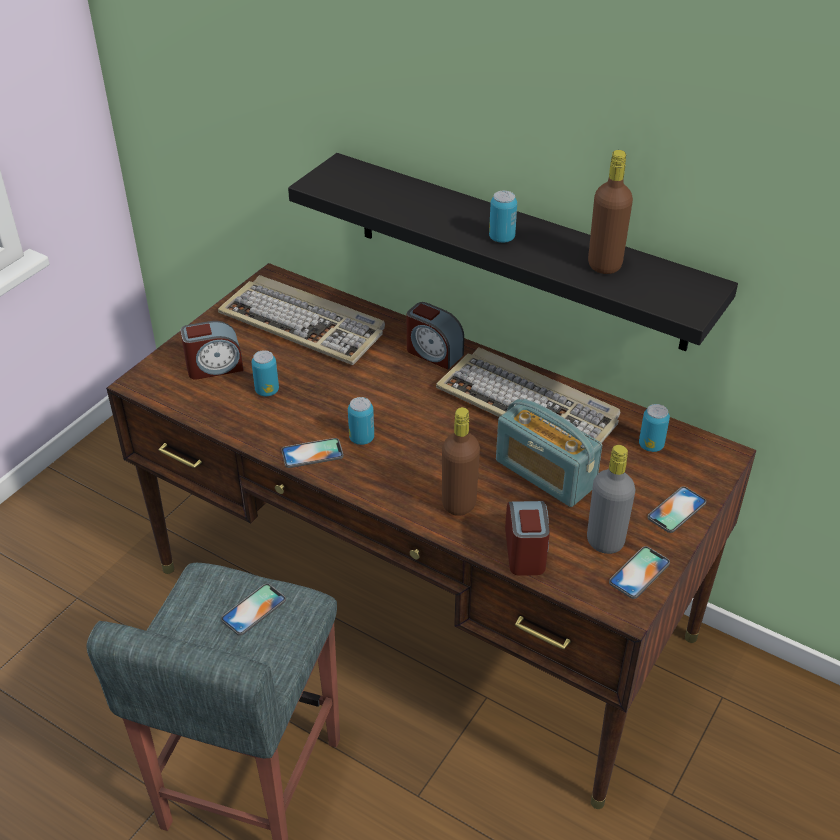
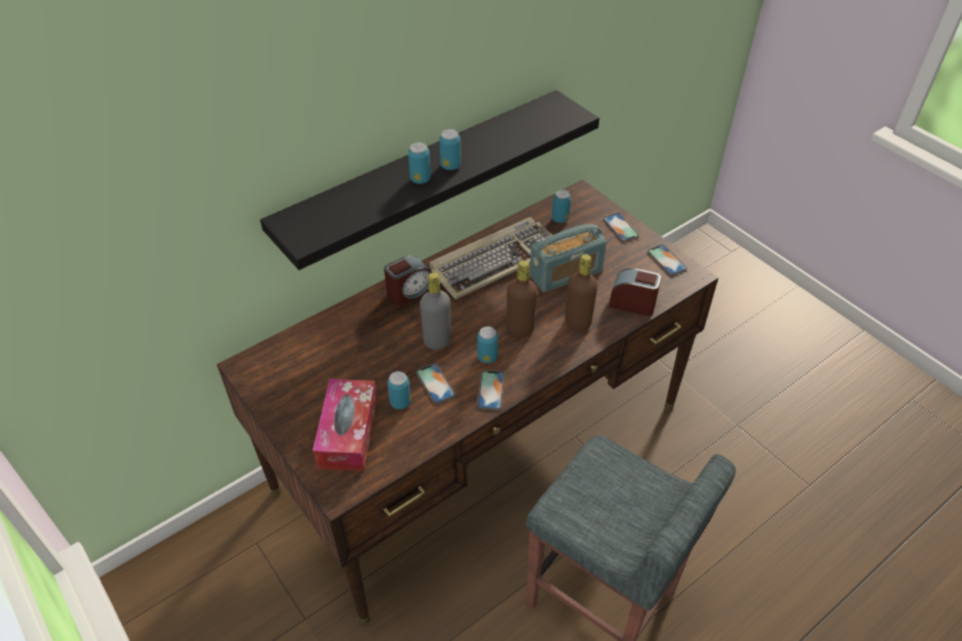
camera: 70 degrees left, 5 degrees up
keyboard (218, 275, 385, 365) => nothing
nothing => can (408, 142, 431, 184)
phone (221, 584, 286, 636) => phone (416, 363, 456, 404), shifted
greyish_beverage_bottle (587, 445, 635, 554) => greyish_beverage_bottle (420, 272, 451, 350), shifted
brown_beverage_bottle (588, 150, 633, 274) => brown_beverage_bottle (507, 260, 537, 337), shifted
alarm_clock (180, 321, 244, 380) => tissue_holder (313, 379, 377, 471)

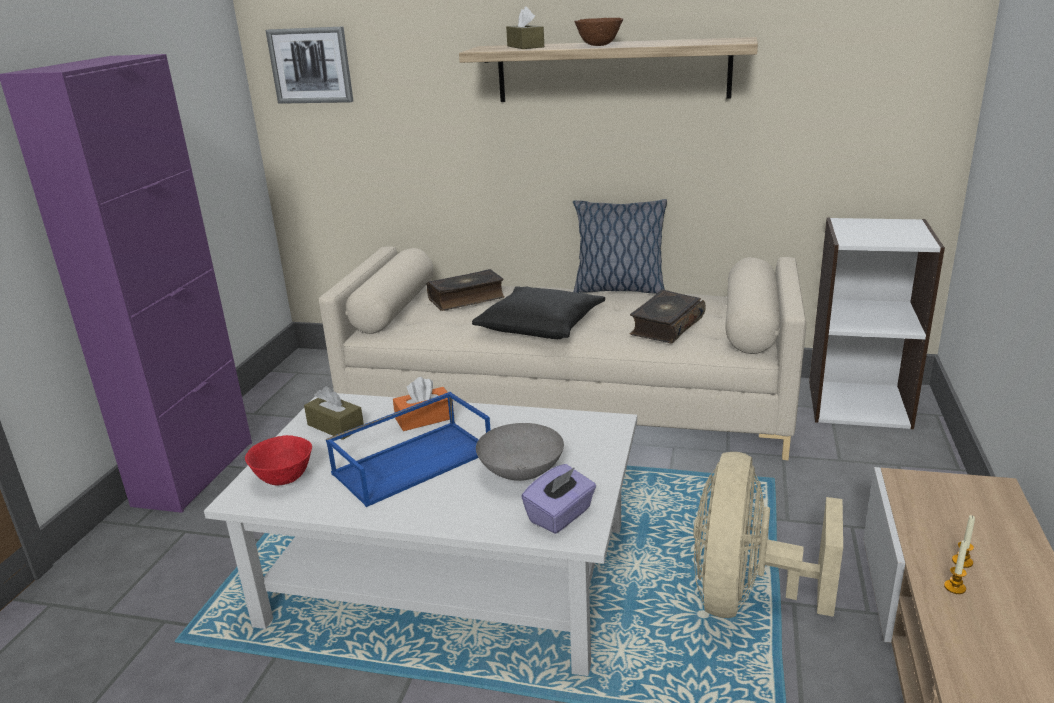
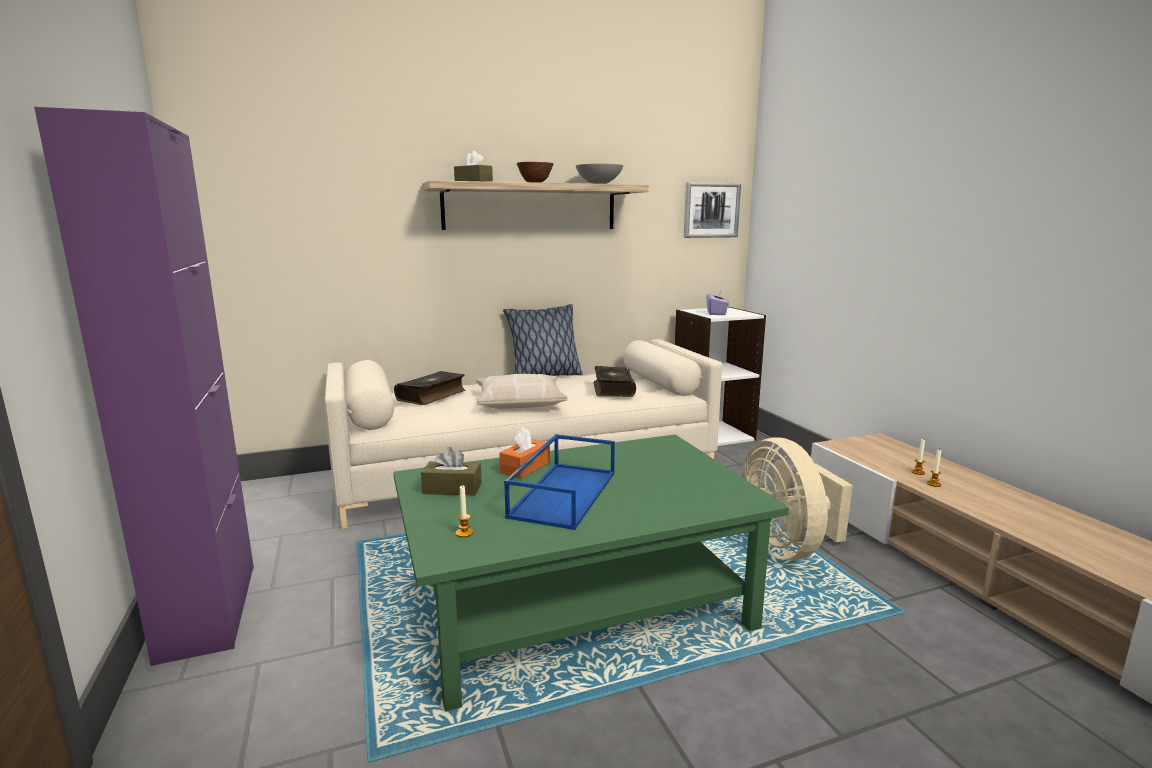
camera: 35 degrees left, 10 degrees down
wall_picture (266, 27, 353, 104) => wall_picture (684, 182, 741, 238), shifted
greyish_bowl (476, 423, 564, 481) => greyish_bowl (576, 164, 623, 184), shifted
purplish_tissue_holder (521, 464, 596, 534) => purplish_tissue_holder (707, 289, 729, 315), shifted
red_bowl (245, 435, 312, 485) => candle (456, 485, 473, 538)
whitish_coffee_table (204, 393, 637, 676) => greenish_coffee_table (393, 434, 789, 711)
black_pillow (472, 286, 605, 339) => beige-coloured_pillow (477, 374, 568, 409)

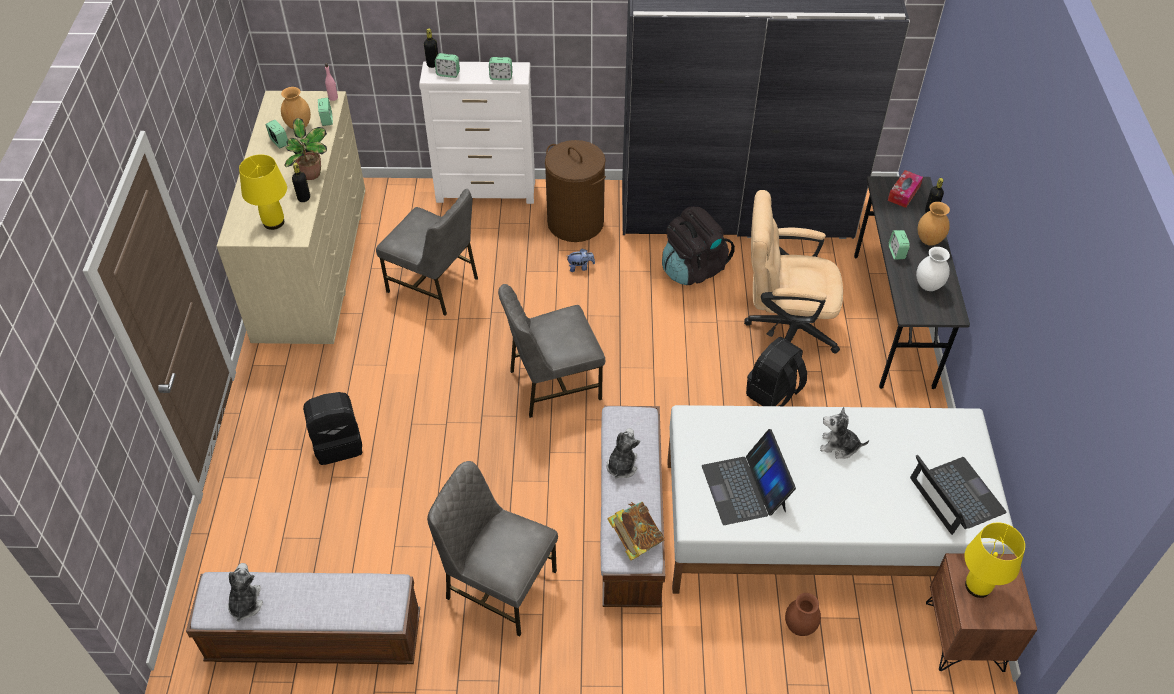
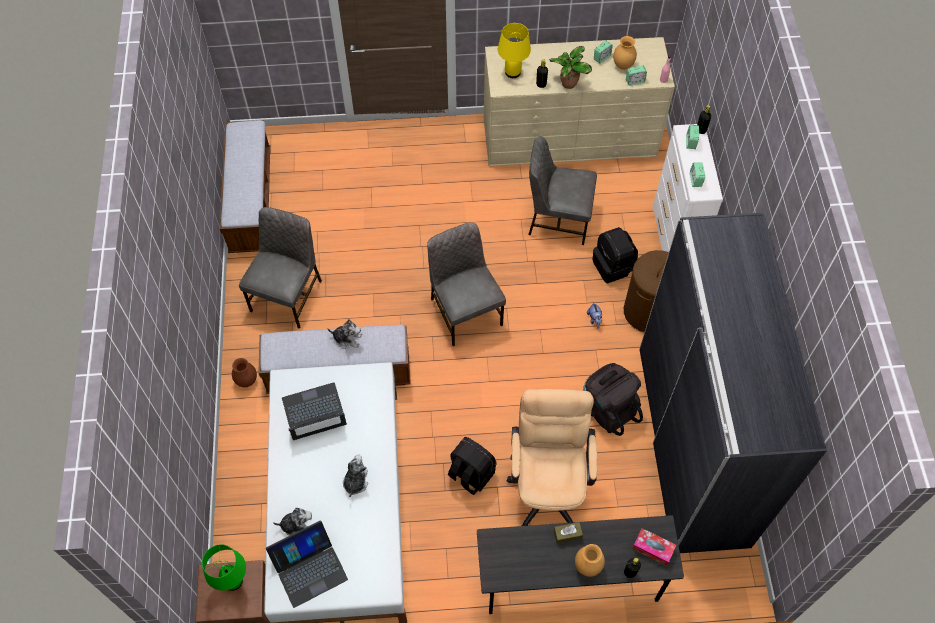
camera: 85 degrees right, 10 degrees up
volume (607, 502, 664, 561) => nothing
whitish_vase (916, 247, 950, 291) => nothing
cuddly_toy (228, 563, 263, 622) => cuddly_toy (273, 508, 312, 536), shifted
black_backpack (303, 392, 363, 465) => black_backpack (593, 227, 638, 283), shifted
brown_vase (785, 593, 821, 636) => brown_vase (232, 358, 257, 387), shifted
alarm_clock (889, 230, 910, 260) => brown_tissue_holder (554, 522, 583, 544)
yellow-coloured_lamp_for_a_table (965, 522, 1025, 598) => greenish_lamp_for_a_table (202, 544, 246, 591)
greyish_upright_chair (376, 189, 478, 316) => greyish_upright_chair (529, 136, 597, 245), 75 degrees clockwise

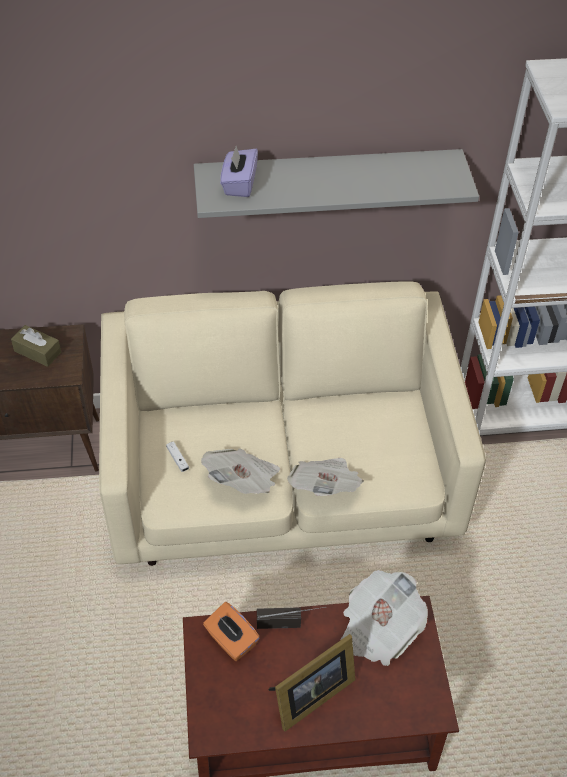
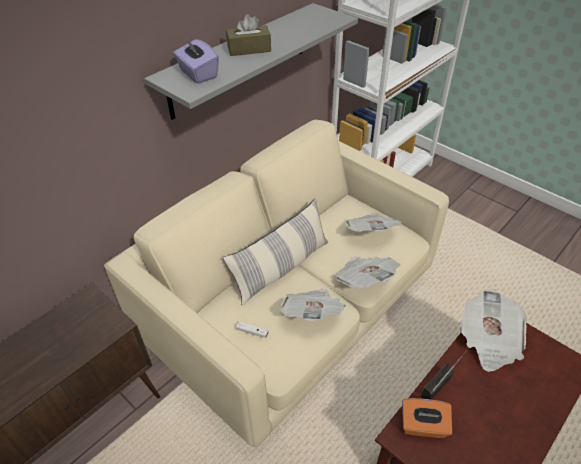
camera: 40 degrees left, 5 degrees down
photo_frame (268, 634, 356, 731) => nothing
nothing => pillow (223, 198, 328, 306)
nothing => daily_paper (346, 213, 401, 232)
brown_tissue_holder (11, 325, 61, 367) => brown_tissue_holder (226, 14, 271, 56), shifted

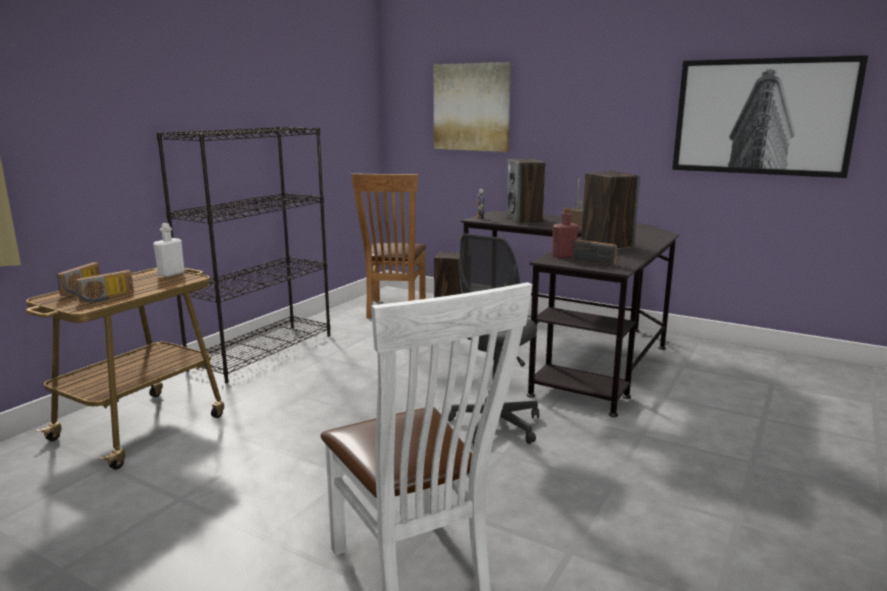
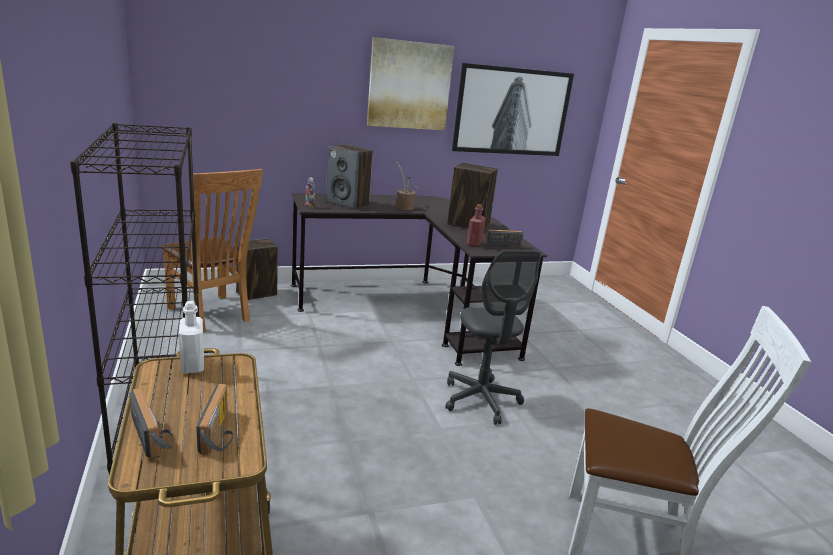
camera: 50 degrees left, 5 degrees up
wall_picture (434, 62, 511, 152) => wall_picture (367, 37, 454, 130), shifted

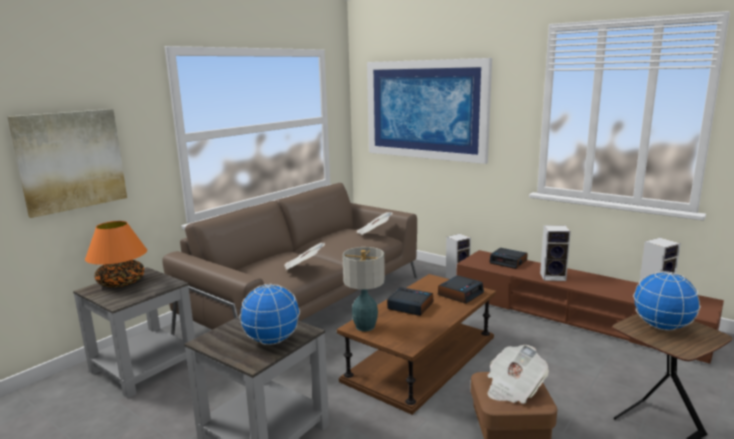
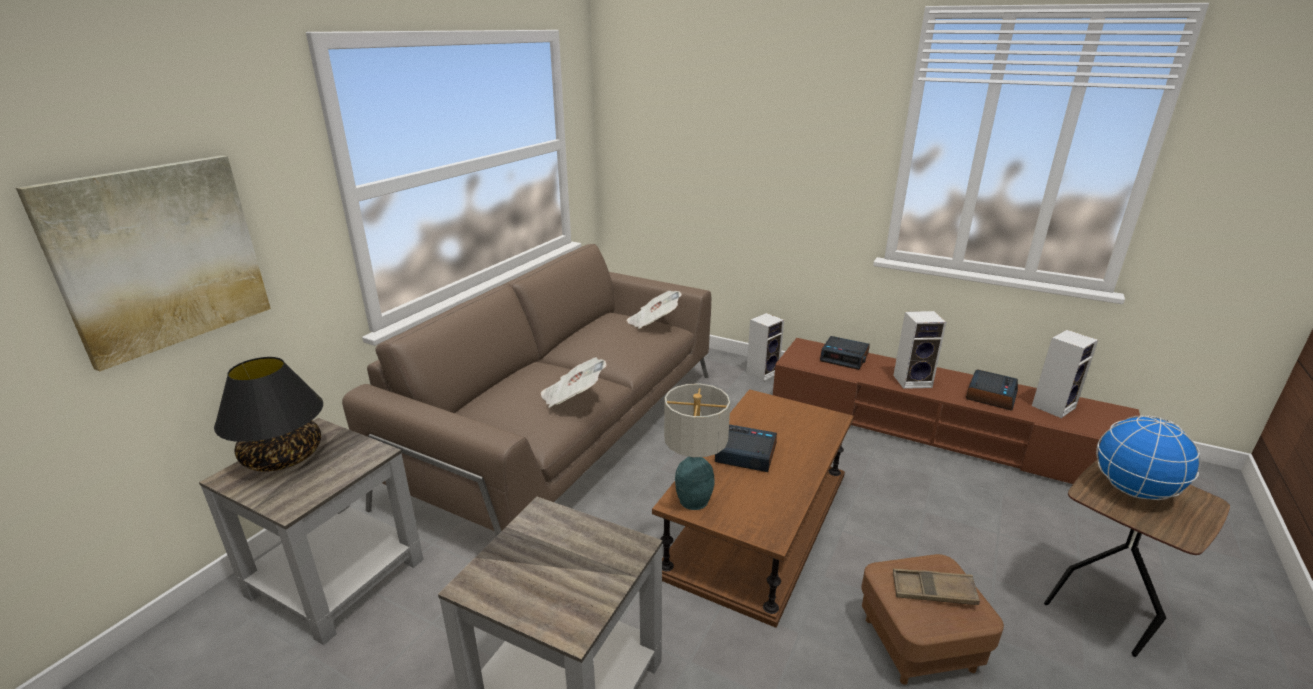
camera: 10 degrees left, 10 degrees up
desk_globe (239, 284, 300, 345) => nothing
wall_picture (367, 58, 492, 164) => nothing
alarm_clock (438, 275, 484, 304) => alarm_clock (966, 370, 1018, 410), shifted
daily_paper (487, 345, 549, 404) => brown_serving_tray (893, 569, 980, 605)
orange-coloured_lamp_for_a_table (85, 221, 147, 287) => black_lamp_for_a_table (214, 357, 323, 472)

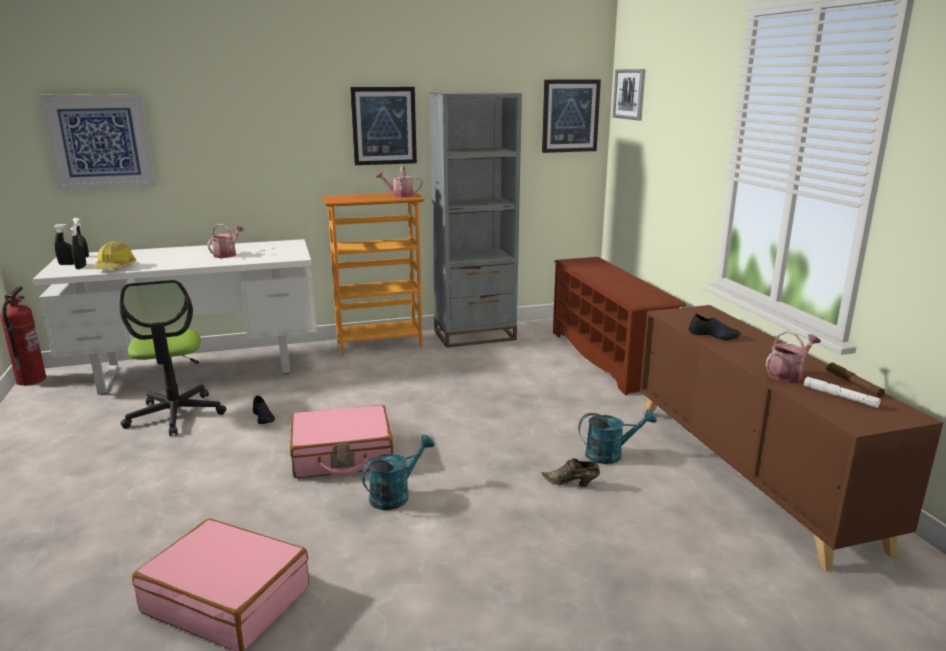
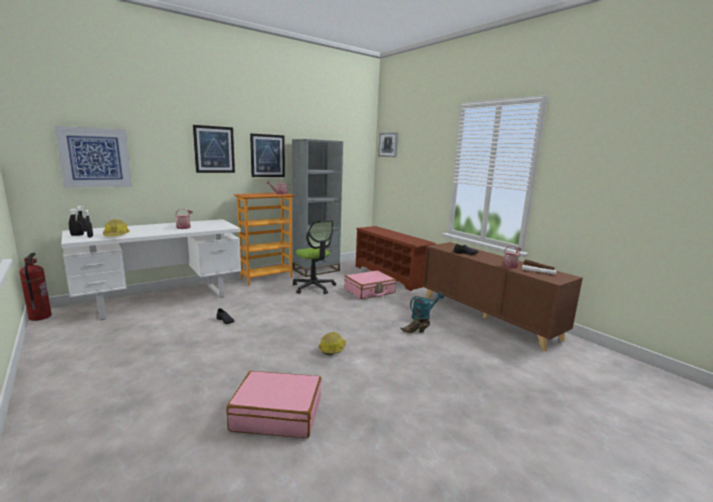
camera: 20 degrees left, 5 degrees down
computer_chair (120, 280, 226, 436) => computer_chair (293, 220, 336, 294), shifted
pink-coloured_travel_case (290, 405, 393, 478) => pink-coloured_travel_case (345, 270, 396, 299), shifted
wall_picture (542, 80, 601, 153) => wall_picture (193, 125, 235, 173), shifted
blue-green_sprinkling_can (361, 434, 434, 510) => work_helmet (319, 332, 347, 355)

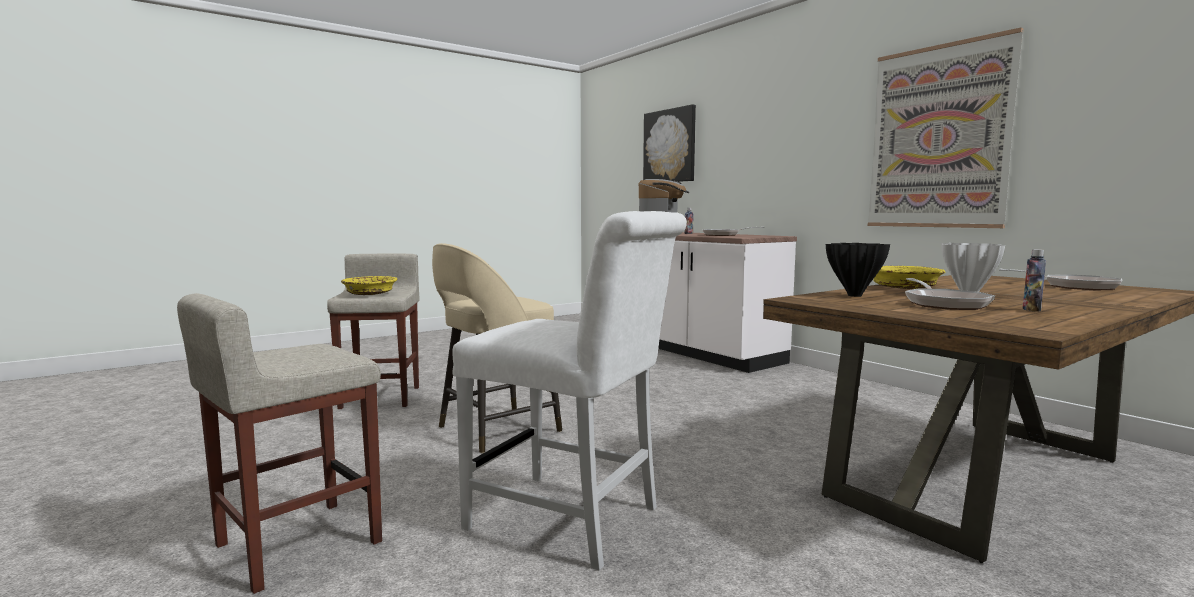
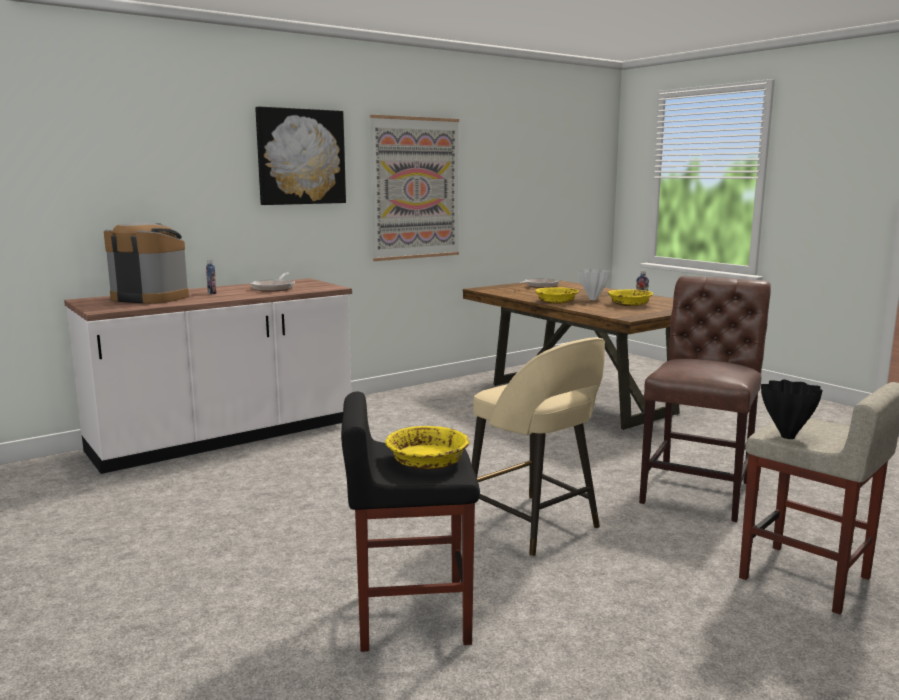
camera: 90 degrees left, 5 degrees up
wall_picture (643, 104, 696, 182) => wall_picture (255, 106, 346, 205), shifted
black_vase (826, 243, 890, 297) => black_vase (761, 379, 823, 439), shifted
frying_pan (905, 278, 995, 310) => yellow-coloured_bowl (608, 289, 653, 306)
beige-coloured_stool_seat (327, 254, 420, 409) => black_stool_seat (341, 391, 480, 652)
whitish_upright_chair (452, 211, 687, 571) => brown_upright_chair (639, 276, 771, 522)

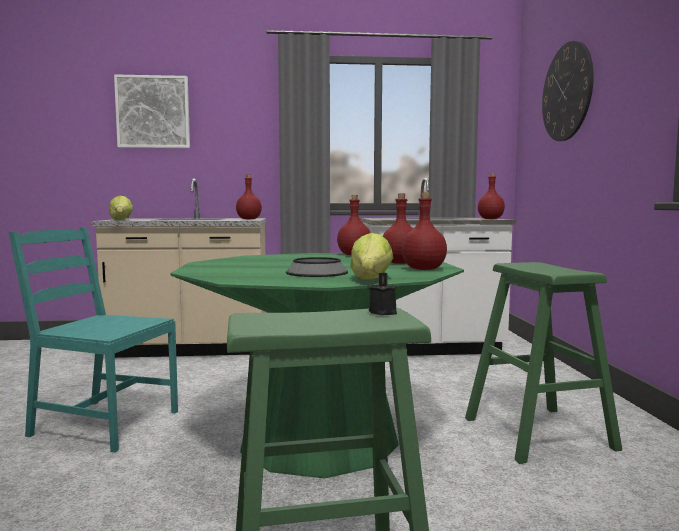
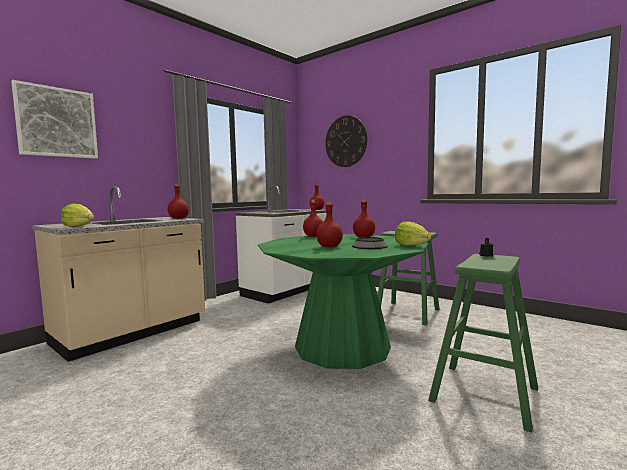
camera: 45 degrees left, 0 degrees up
blue-green_upright_chair (8, 227, 178, 453) => nothing
red_beverage_bottle (402, 192, 447, 270) => red_beverage_bottle (316, 201, 343, 247), shifted

